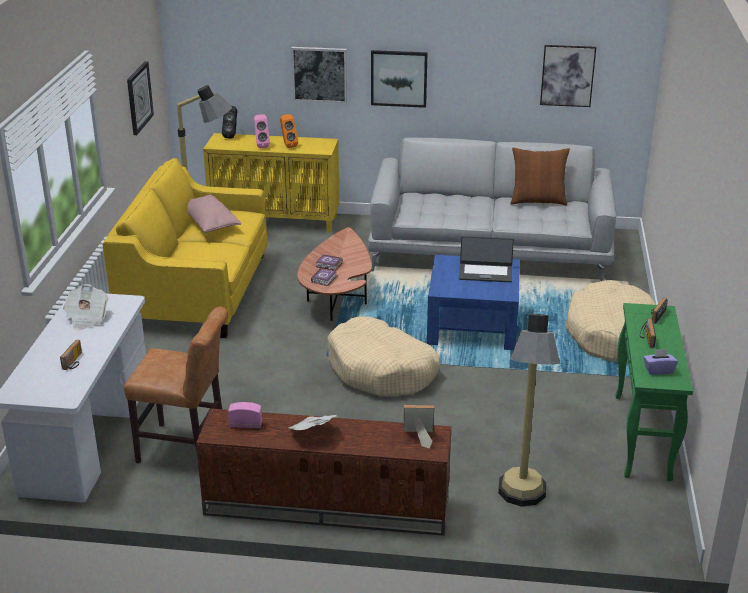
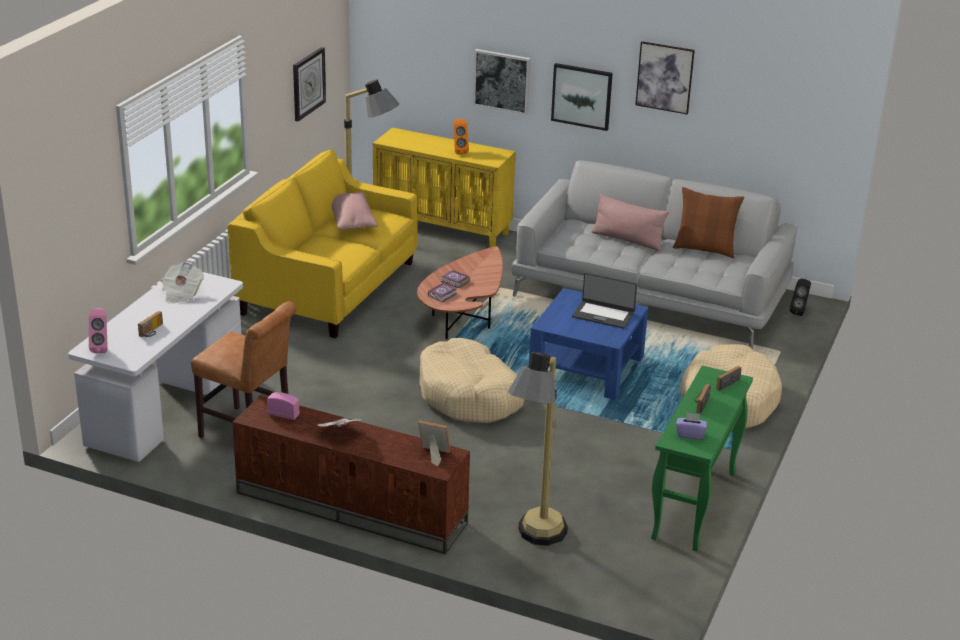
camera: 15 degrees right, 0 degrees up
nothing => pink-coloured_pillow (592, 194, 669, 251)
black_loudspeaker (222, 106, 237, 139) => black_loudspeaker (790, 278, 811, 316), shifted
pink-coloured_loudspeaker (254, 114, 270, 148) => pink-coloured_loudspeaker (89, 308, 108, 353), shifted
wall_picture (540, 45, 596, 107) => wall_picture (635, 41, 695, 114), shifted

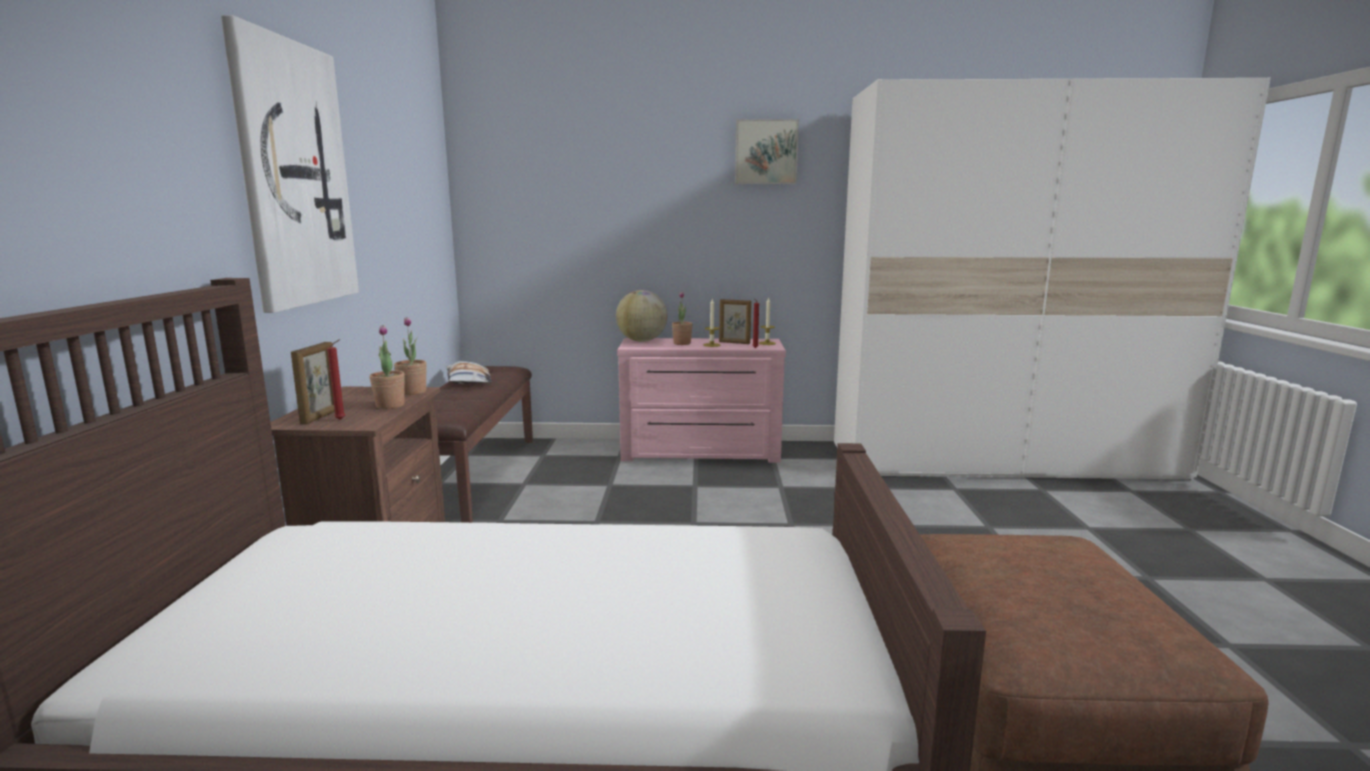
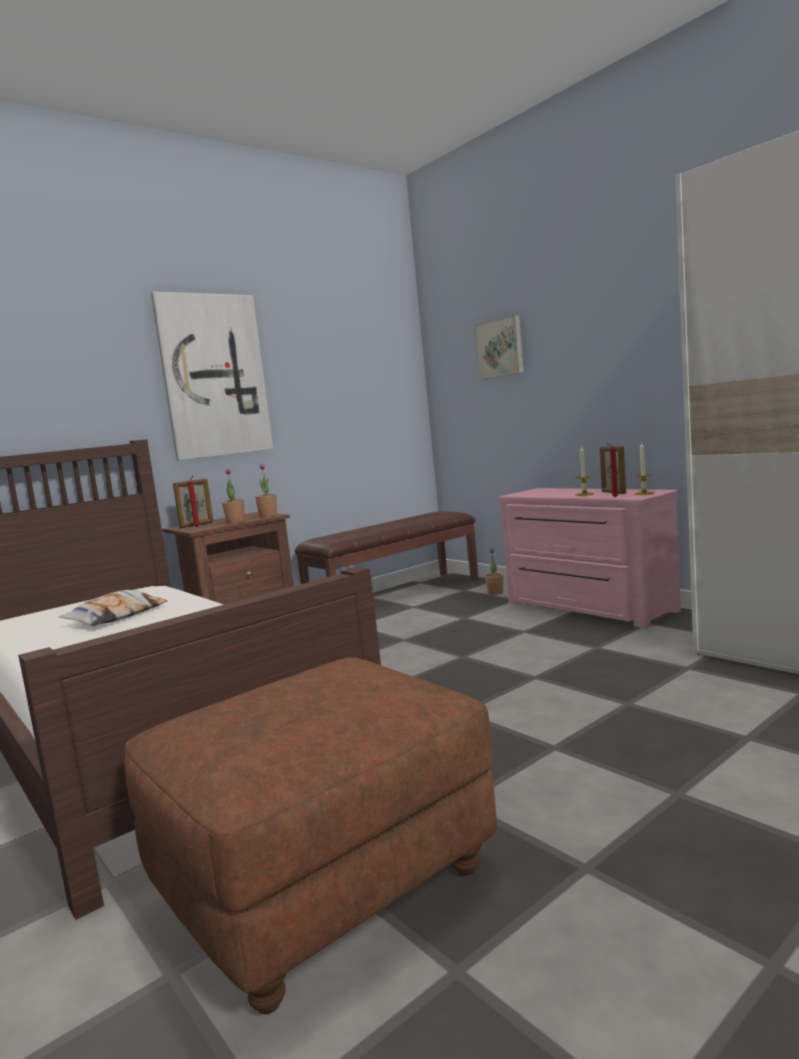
camera: 50 degrees right, 5 degrees down
desk_globe (616, 290, 667, 342) => nothing
pillow (447, 361, 492, 384) => pillow (59, 590, 167, 626), shifted
plant_in_a_pot (672, 292, 693, 345) => plant_in_a_pot (485, 548, 503, 595), shifted
wall_picture (735, 119, 799, 184) => wall_picture (474, 315, 524, 379), shifted

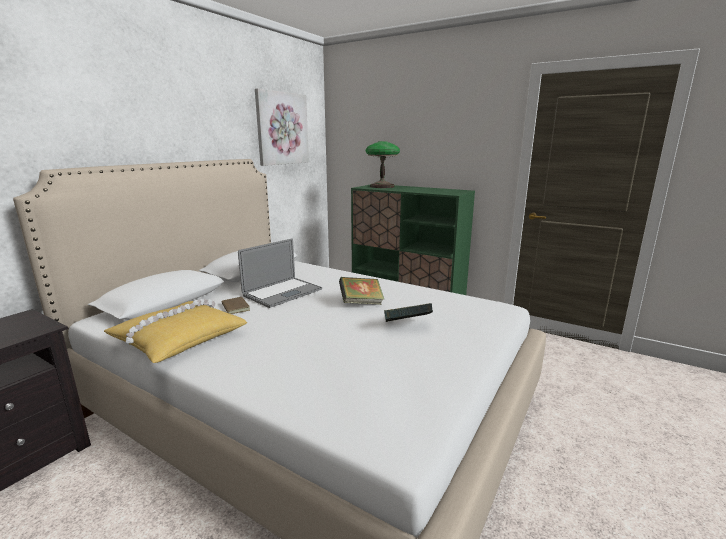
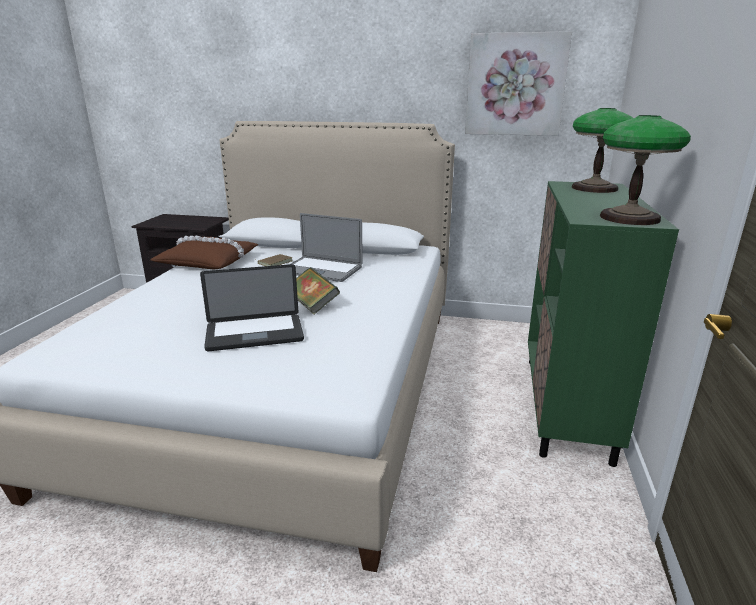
camera: 70 degrees right, 5 degrees up
nothing => lamp_for_a_table (600, 115, 691, 225)
volume (384, 303, 433, 322) => laptop (200, 264, 304, 351)
yellow-coloured_pillow (104, 299, 247, 363) => brown_pillow (150, 235, 258, 269)

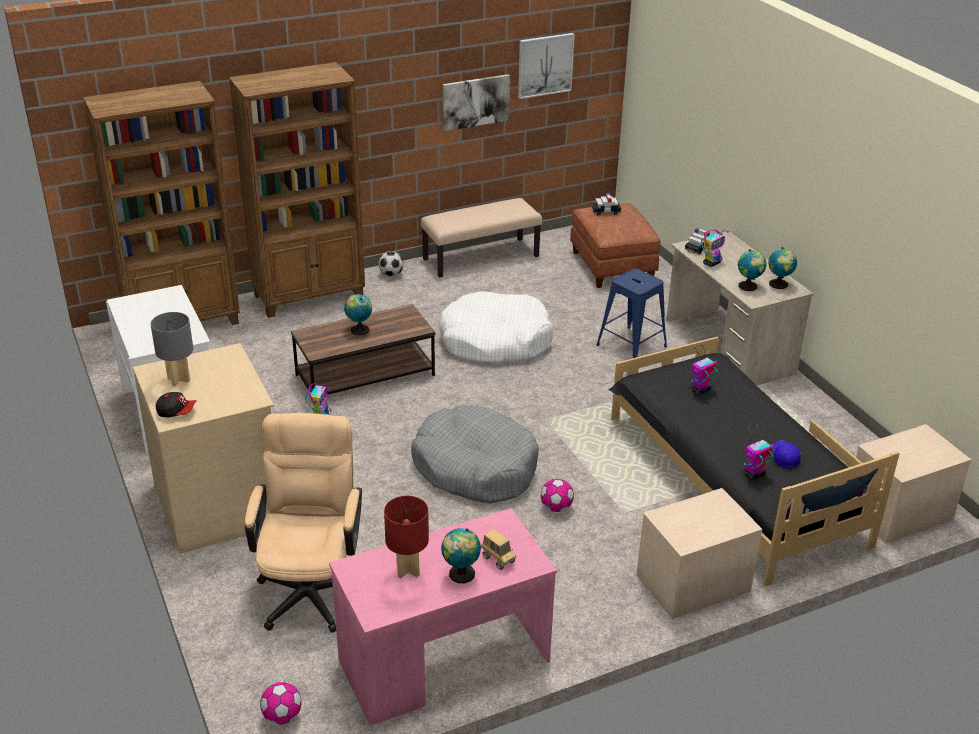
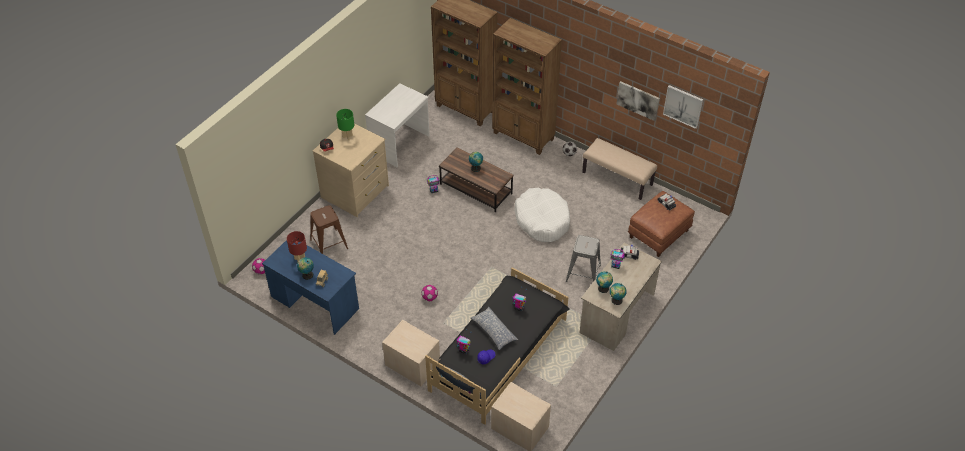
camera: 60 degrees right, 15 degrees up
greyish_dog_cushion (411, 405, 539, 504) => nothing
nothing => pillow (471, 306, 518, 350)
beige-coloured_computer_chair (245, 413, 362, 633) => brown_stool_seat (310, 205, 348, 254)
greyish_lamp_for_a_table (151, 312, 193, 386) => greenish_lamp_for_a_table (336, 109, 354, 140)
pink-coloured_desk_table (329, 508, 557, 726) => bluish_desk_table (262, 240, 359, 335)
bluish_stool_seat (596, 269, 667, 358) => greyish_stool_seat (566, 235, 601, 282)

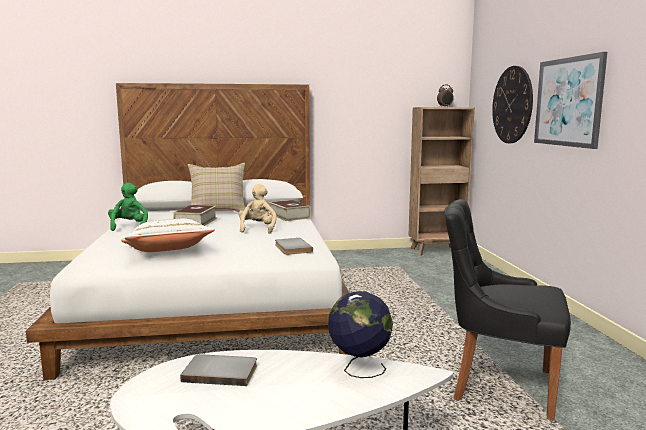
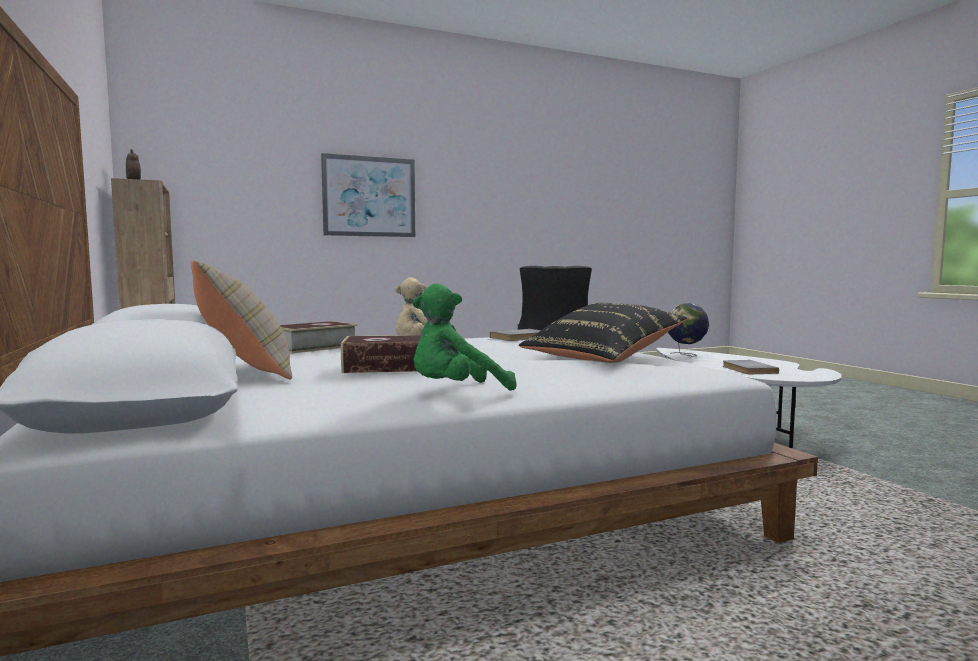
camera: 105 degrees left, 5 degrees down
hanging_clock (492, 66, 533, 143) => nothing
whitish_pillow (121, 219, 215, 252) => black_pillow (518, 303, 687, 363)

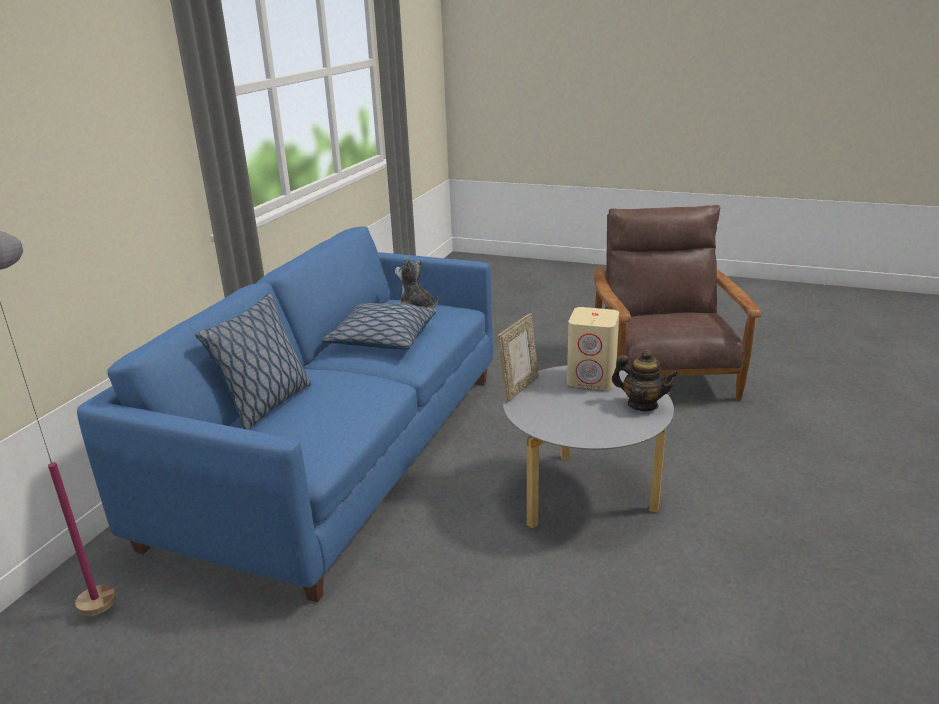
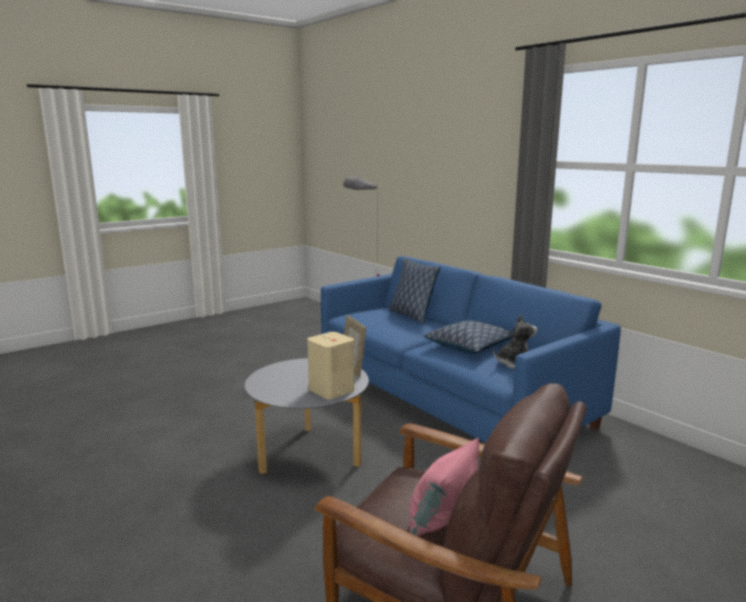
camera: 120 degrees right, 10 degrees down
teapot (612, 350, 679, 411) => nothing
nothing => pink-coloured_pillow (409, 438, 479, 537)

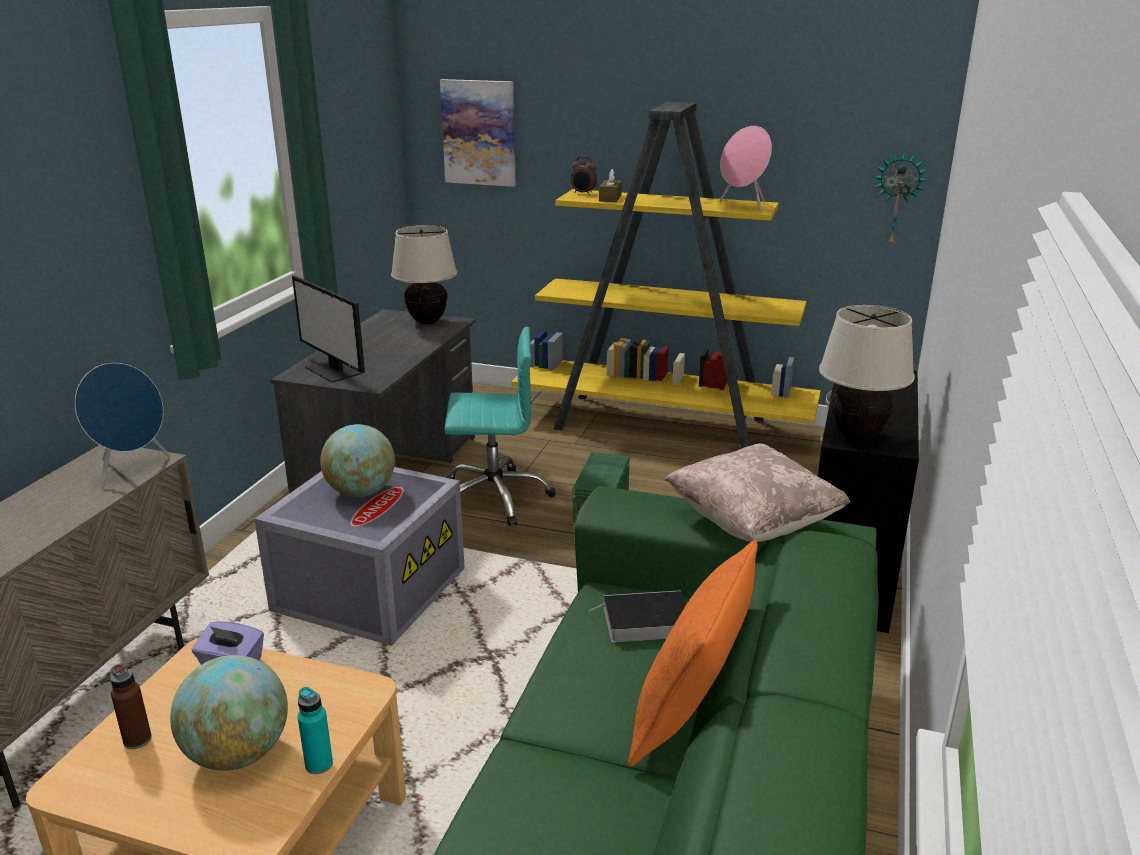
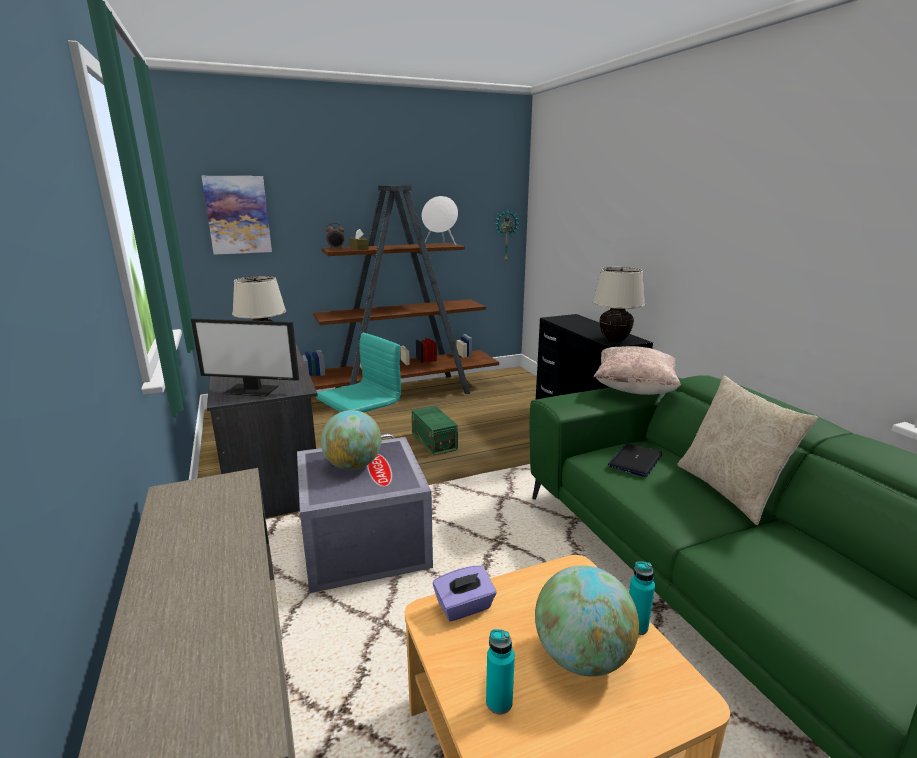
camera: 40 degrees left, 5 degrees down
bluish_loudspeaker (75, 363, 171, 488) => nothing
volume (590, 590, 686, 642) => laptop (608, 443, 662, 477)
brown_beverage_bottle (110, 664, 152, 749) => blue-green_beverage_bottle (486, 629, 515, 714)
yellow-coloured_bookshelf (511, 102, 821, 449) => brown_bookshelf (302, 185, 499, 394)
orange-coloured_pillow (628, 540, 758, 767) => beige-coloured_pillow (677, 376, 818, 525)
pink-coloured_loudspeaker (719, 126, 772, 211) => whitish_loudspeaker (422, 196, 458, 246)

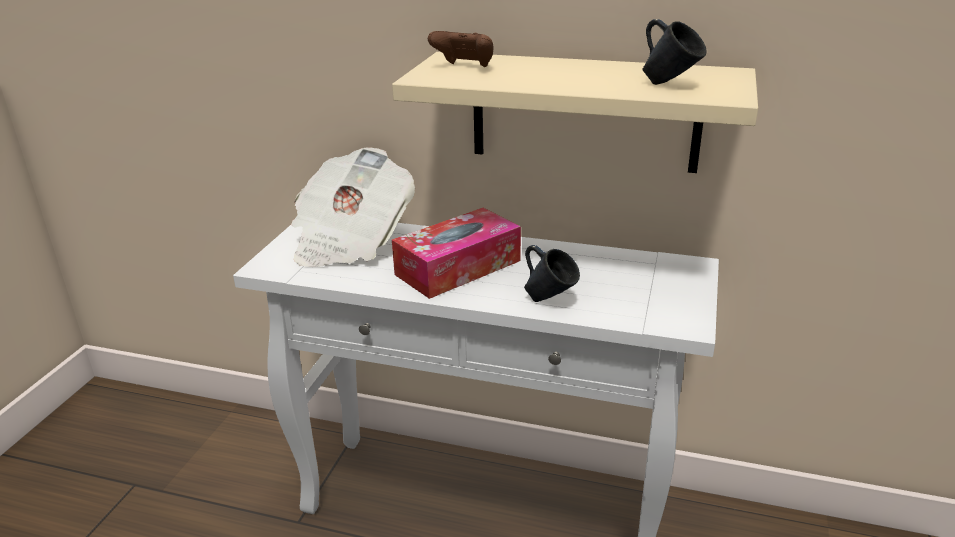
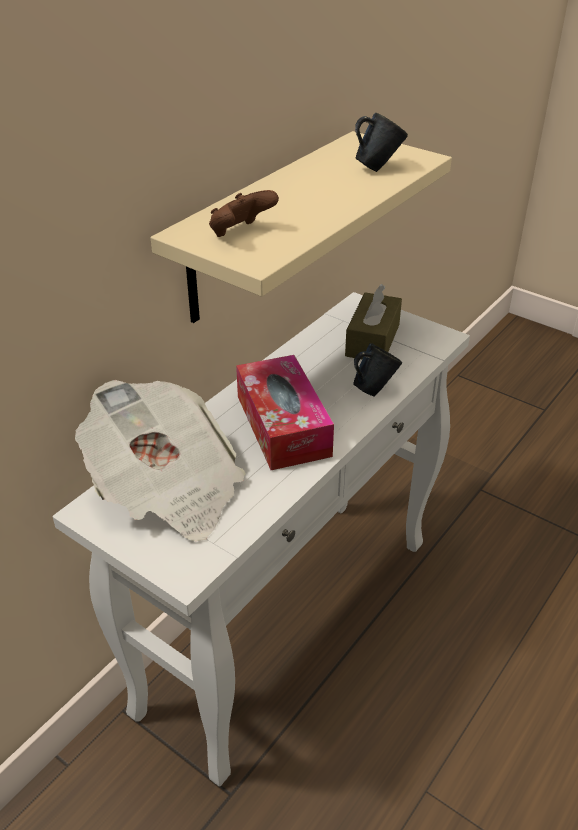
camera: 70 degrees left, 10 degrees up
nothing => brown_tissue_holder (345, 284, 402, 359)

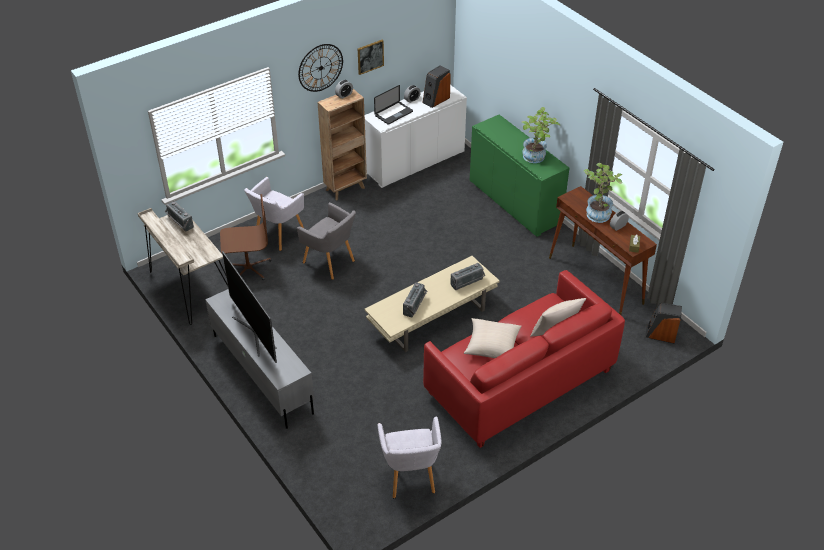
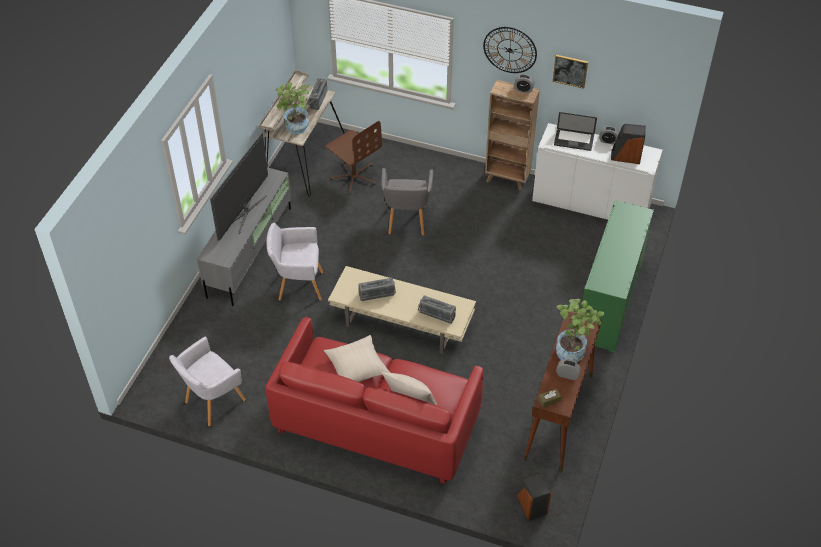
camera: 55 degrees right, 5 degrees up
greyish_easy_chair (244, 177, 304, 251) => greyish_easy_chair (267, 223, 324, 301), shifted
plant_in_a_pot (522, 107, 561, 163) => plant_in_a_pot (276, 82, 311, 134), shifted

